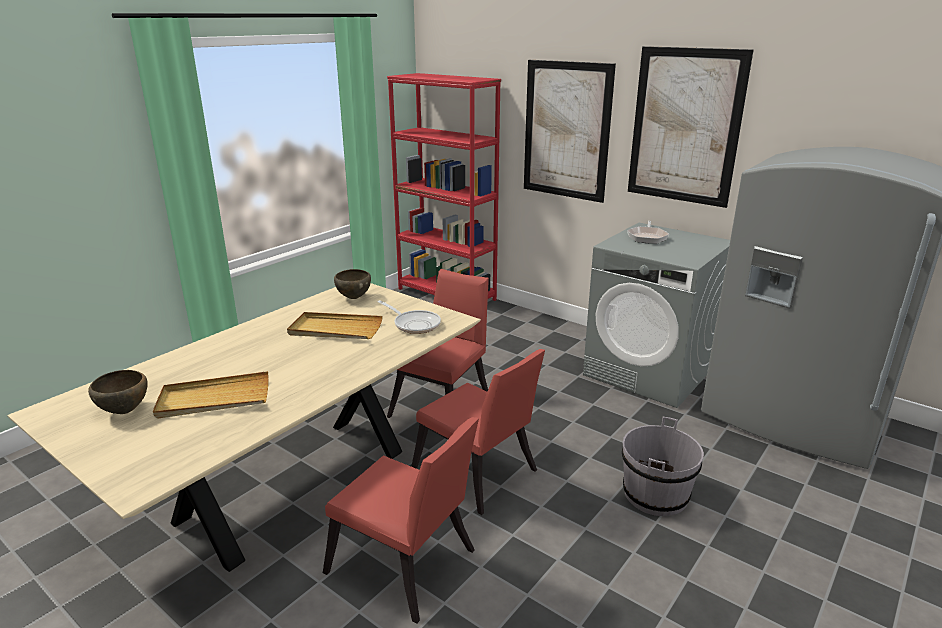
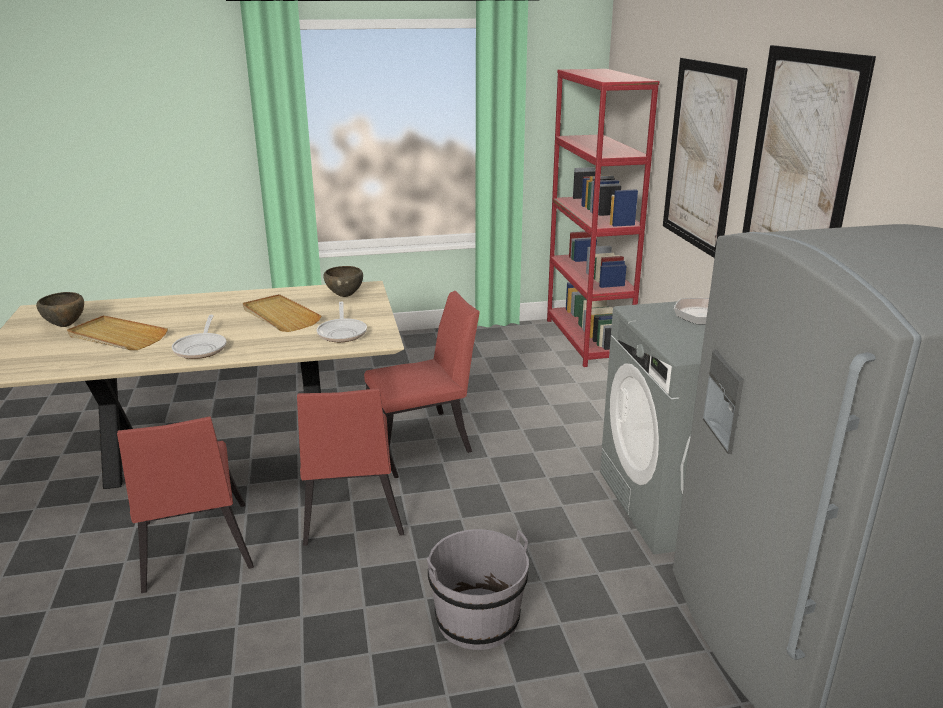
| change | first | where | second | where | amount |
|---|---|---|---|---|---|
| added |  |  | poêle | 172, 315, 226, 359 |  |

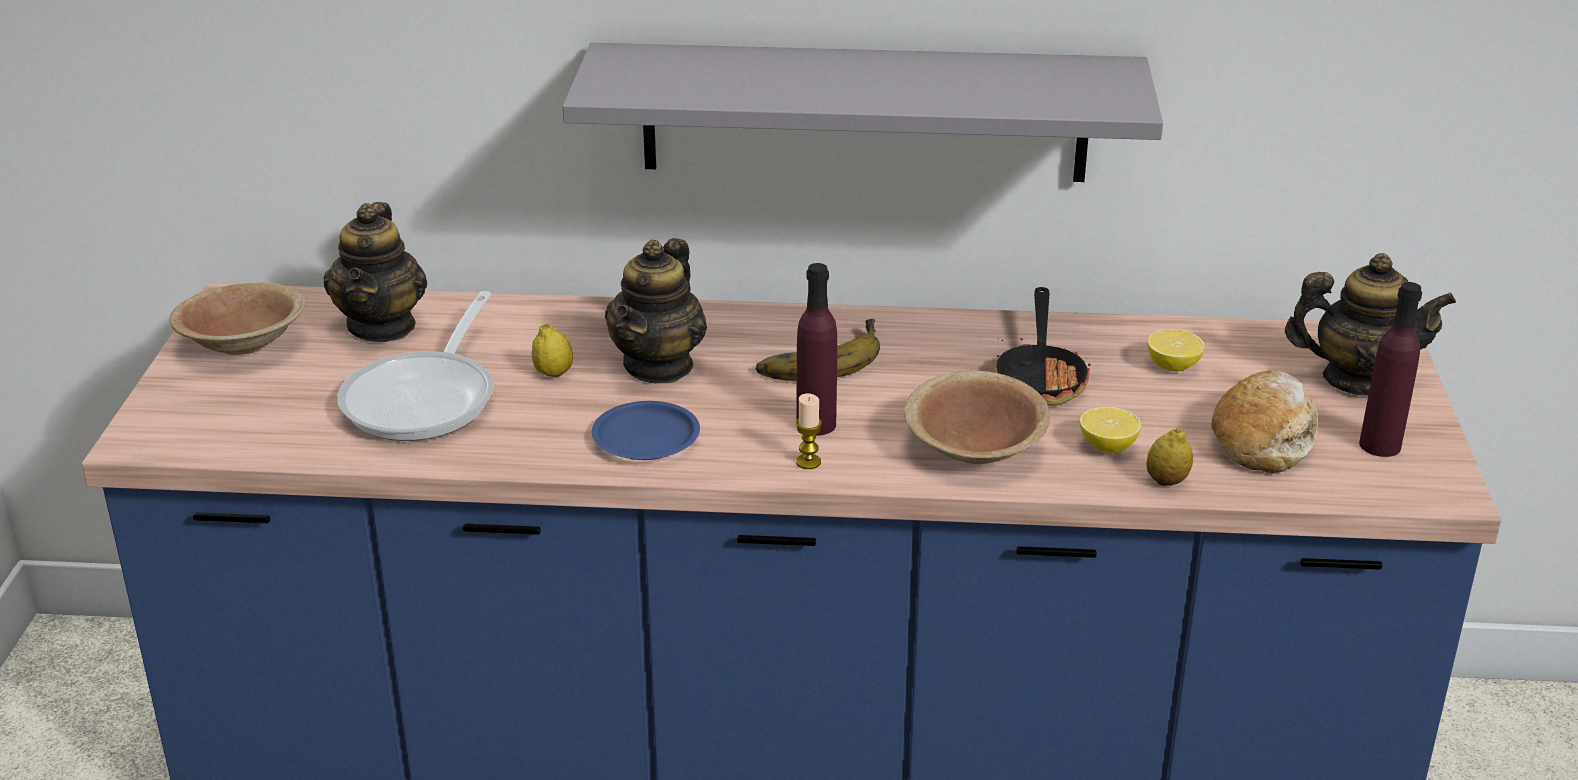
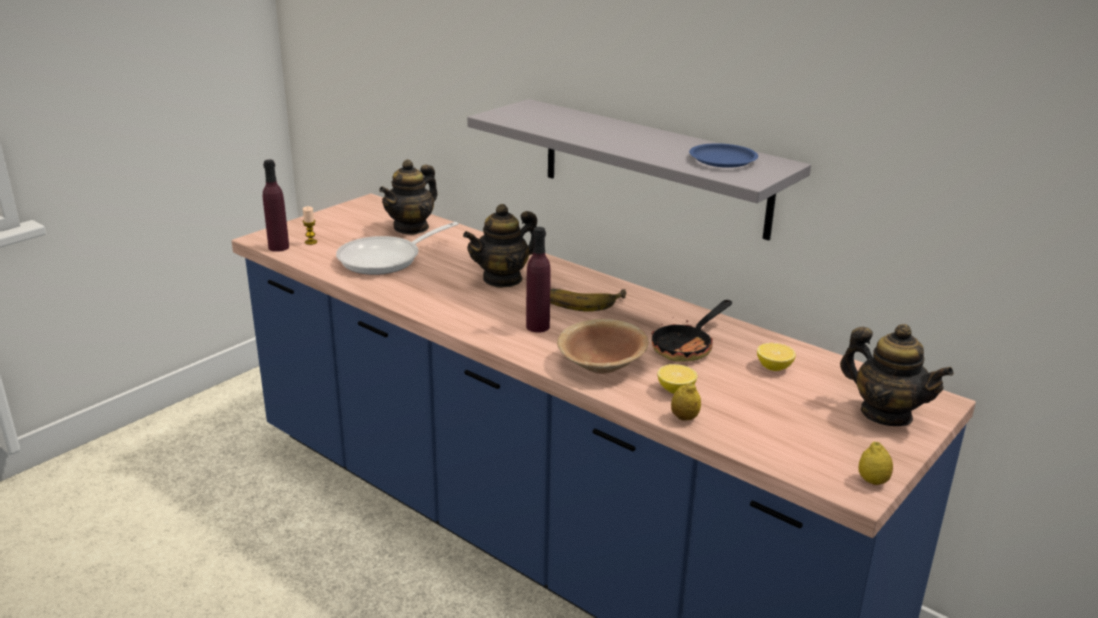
| change | first | where | second | where | amount |
|---|---|---|---|---|---|
| removed | bol [marron] | 169, 282, 306, 355 |  |  |  |
| moved | bouteille [violet] | 1359, 282, 1422, 457 |  | 263, 160, 289, 252 |  |
| moved | citron | 532, 324, 573, 377 |  | 859, 442, 893, 485 |  |
| removed | pain | 1211, 370, 1318, 473 |  |  |  |
| moved | bougie | 796, 393, 822, 469 |  | 303, 206, 317, 245 |  |
| moved | assiette [bleu] | 592, 401, 700, 460 |  | 689, 143, 758, 168 |  |

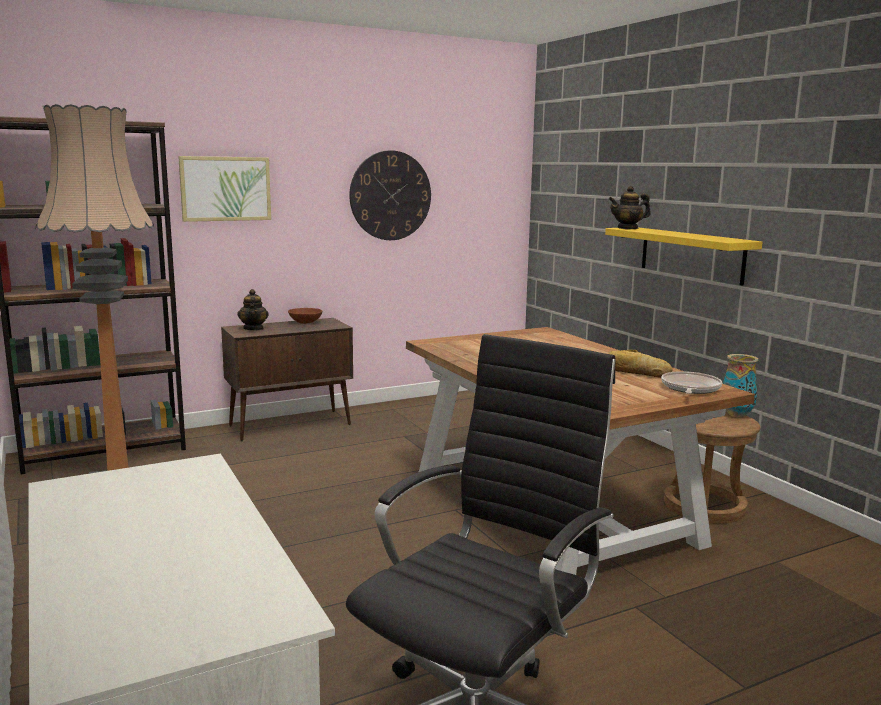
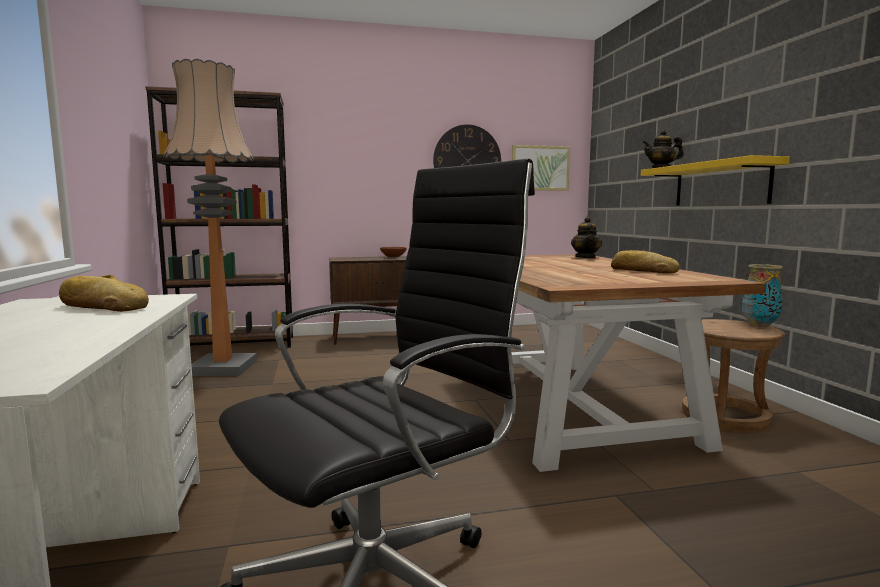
| change | first | where | second | where | amount |
|---|---|---|---|---|---|
| moved | tableau | 178, 156, 271, 222 |  | 512, 145, 570, 191 |  |
| moved | théière | 237, 289, 269, 331 |  | 571, 217, 602, 259 |  |
| removed | poêle | 661, 371, 722, 394 |  |  |  |
| added |  |  | pain | 59, 275, 149, 312 |  |

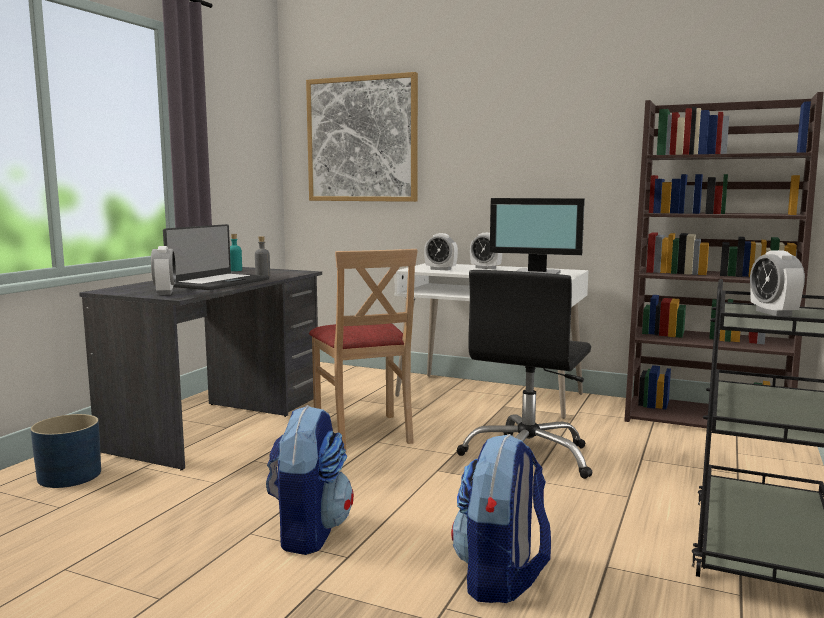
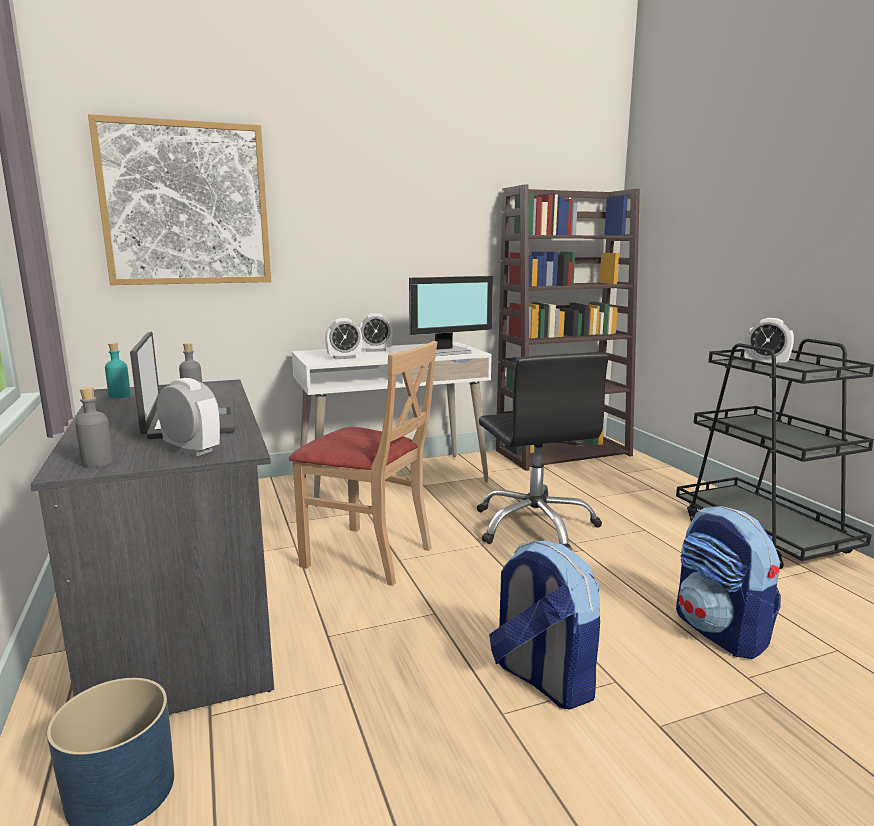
| change | first | where | second | where | amount |
|---|---|---|---|---|---|
| added |  |  | bouteille [gris] | 75, 387, 114, 467 |  |

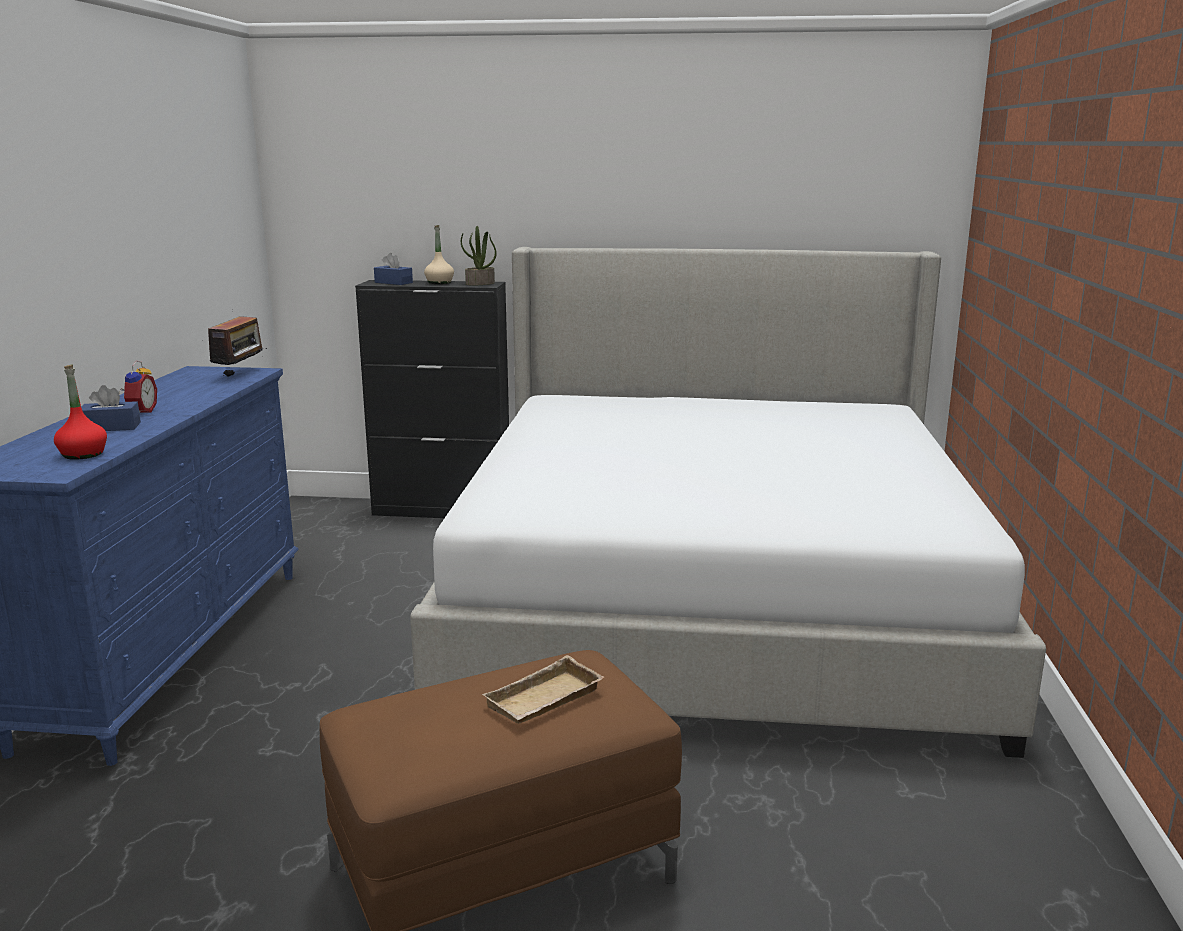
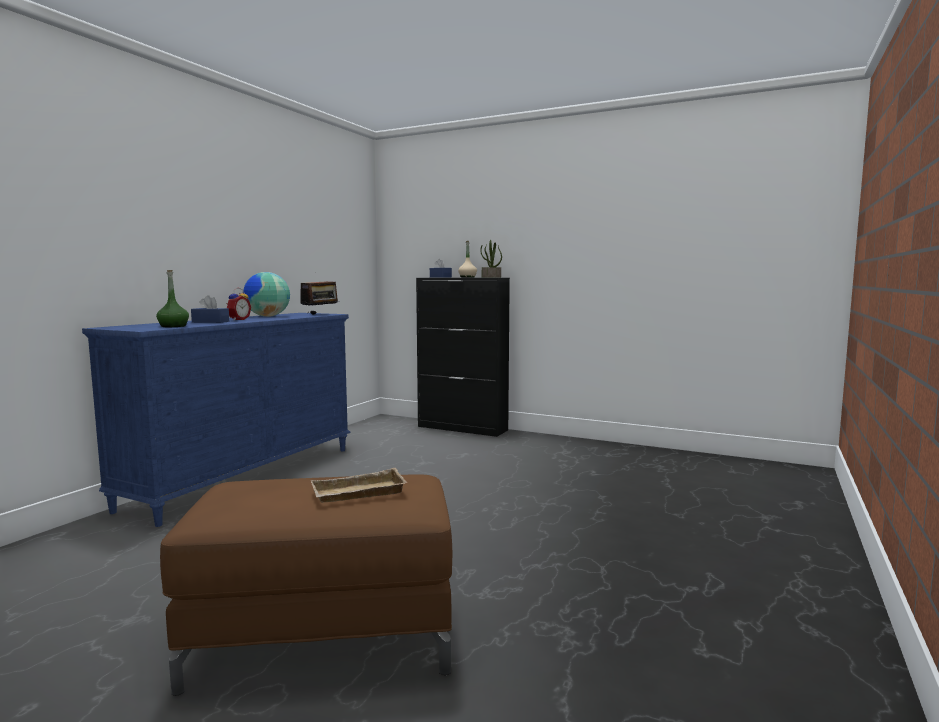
| change | first | where | second | where | amount |
|---|---|---|---|---|---|
| removed | lit | 410, 247, 1046, 758 |  |  |  |
| recoloured | bouteille [rouge] | 54, 364, 107, 460 | bouteille [vert] | 156, 270, 189, 327 |  |
| added |  |  | globe | 243, 272, 290, 317 |  |

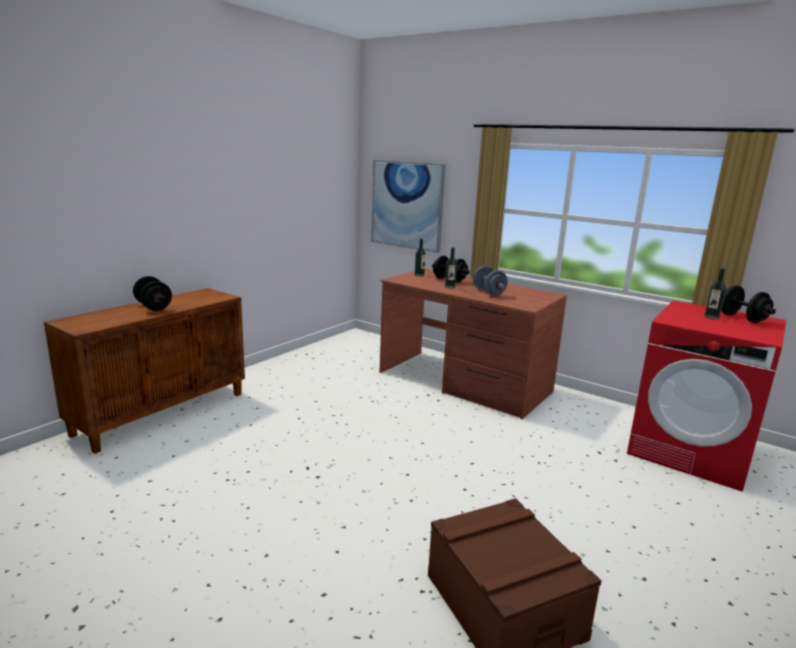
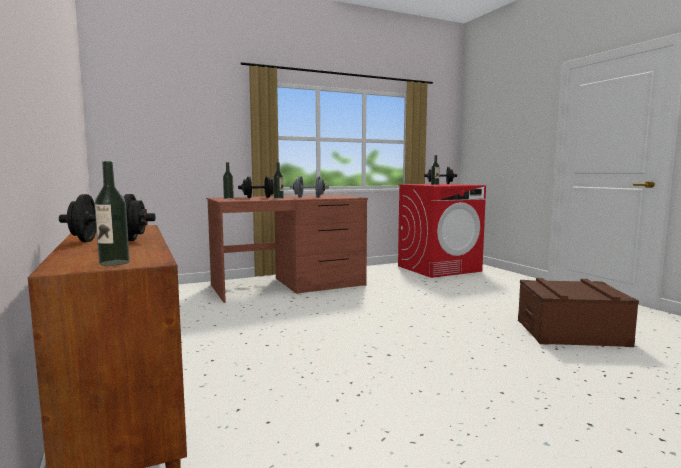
| change | first | where | second | where | amount |
|---|---|---|---|---|---|
| removed | tableau | 371, 160, 446, 253 |  |  |  |
| added |  |  | bouteille | 94, 161, 130, 266 |  |

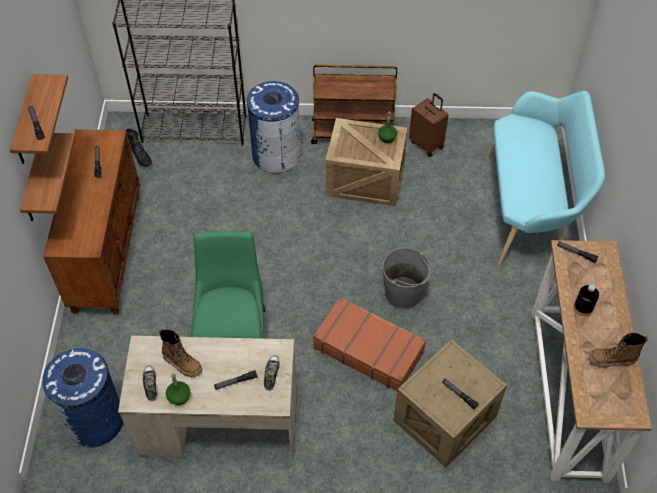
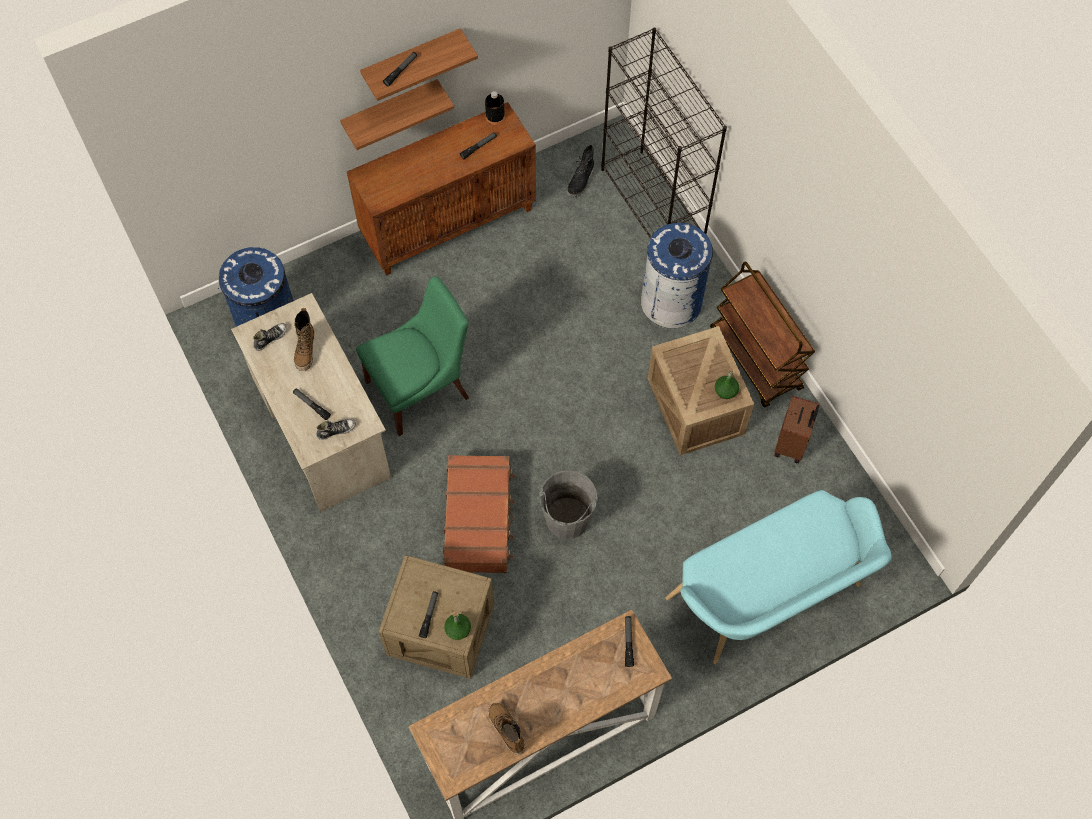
| change | first | where | second | where | amount |
|---|---|---|---|---|---|
| moved | bouteille [noir] | 573, 284, 599, 316 |  | 485, 91, 505, 125 |  |
| moved | bouteille [vert] | 166, 373, 190, 405 |  | 444, 612, 471, 640 |  |

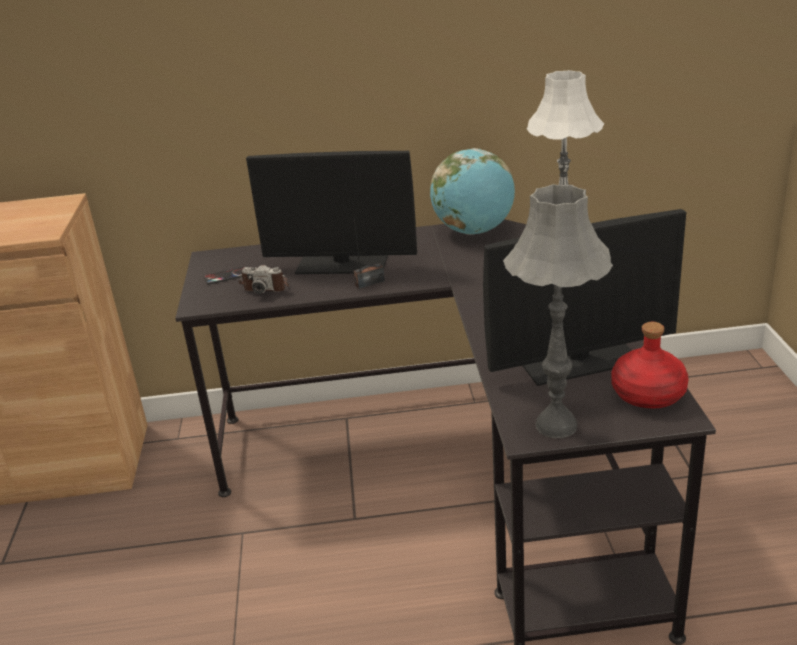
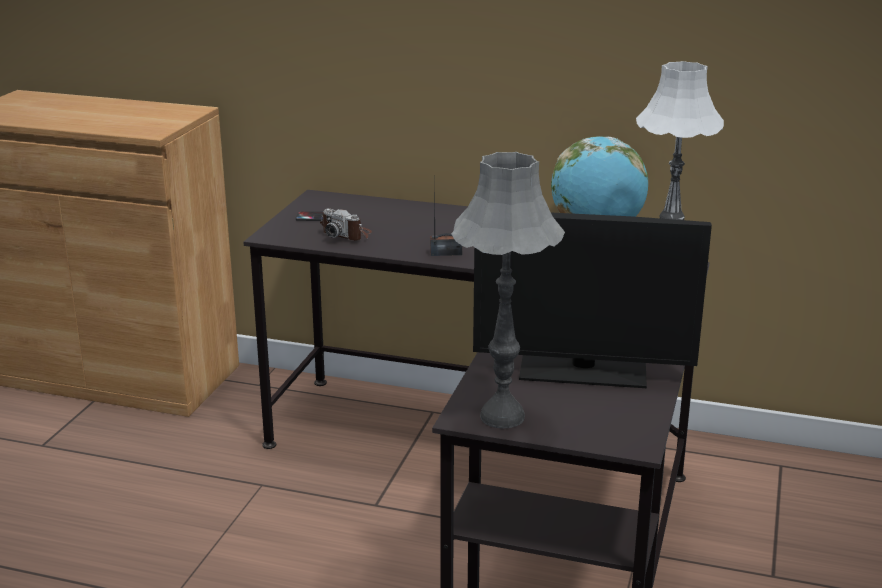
| change | first | where | second | where | amount |
|---|---|---|---|---|---|
| removed | écran d'ordinateur | 246, 151, 417, 274 |  |  |  |
| removed | bouteille [rouge] | 611, 322, 689, 409 |  |  |  |

